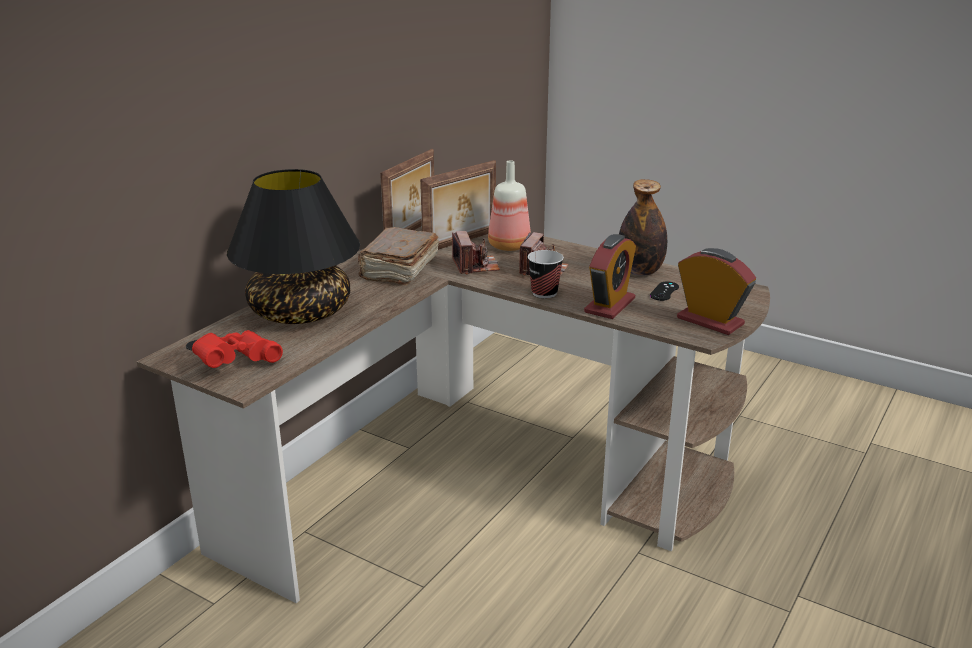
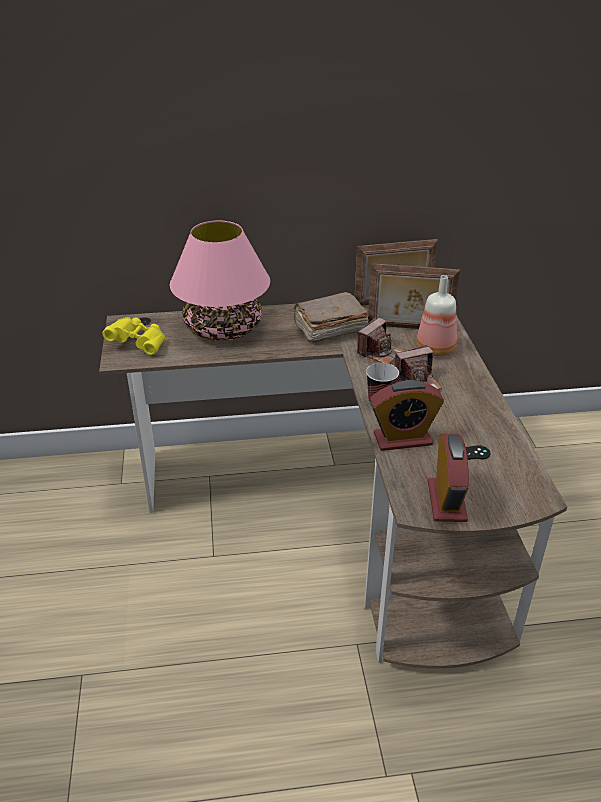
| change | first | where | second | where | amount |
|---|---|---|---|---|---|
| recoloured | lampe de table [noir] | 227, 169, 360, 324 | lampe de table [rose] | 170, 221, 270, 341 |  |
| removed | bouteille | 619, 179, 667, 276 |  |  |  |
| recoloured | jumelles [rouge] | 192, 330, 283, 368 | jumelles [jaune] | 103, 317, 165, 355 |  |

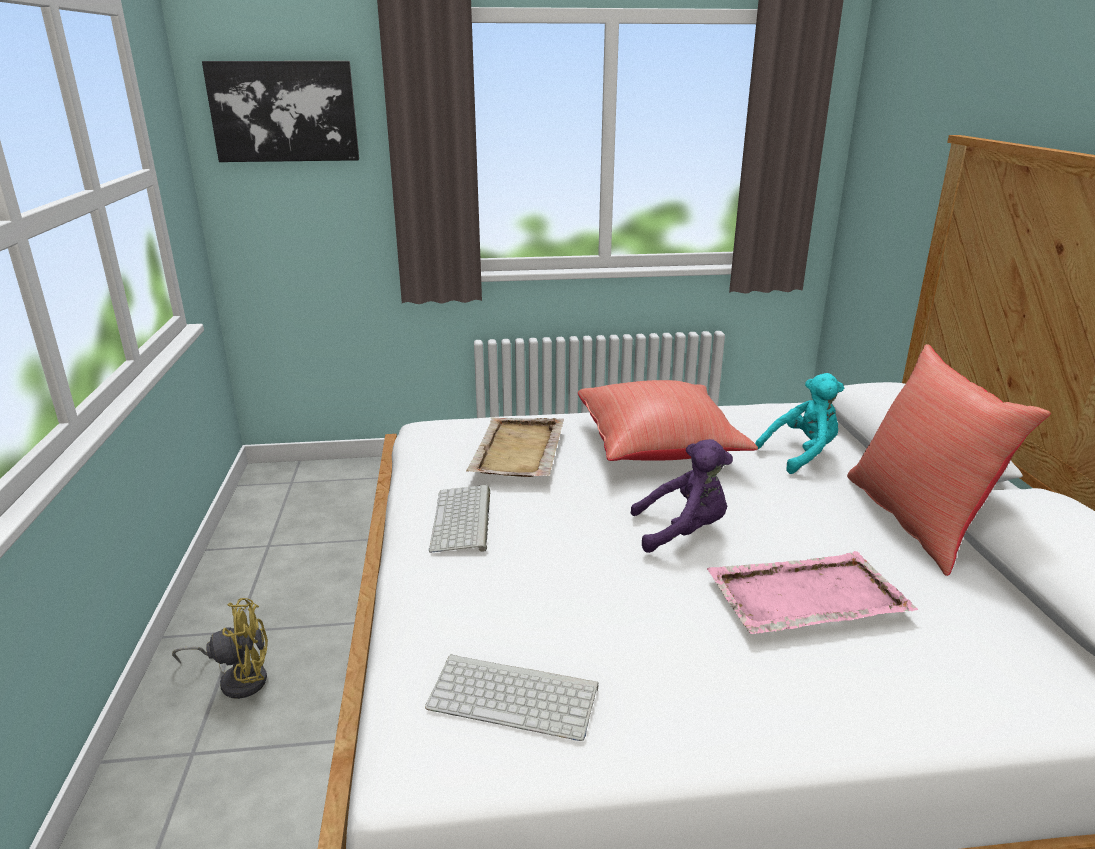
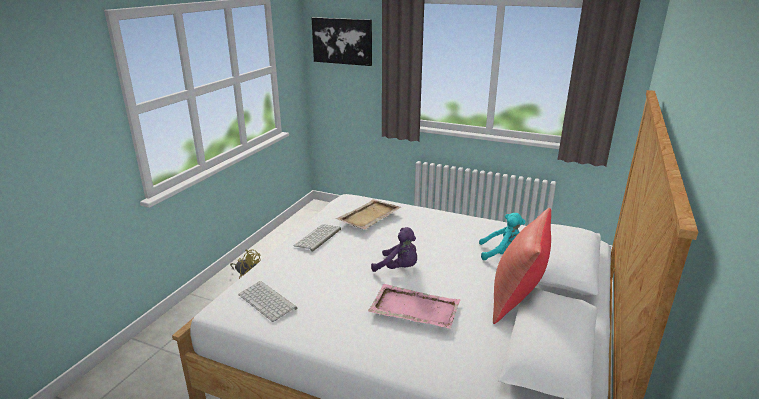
| change | first | where | second | where | amount |
|---|---|---|---|---|---|
| removed | coussin [rouge] | 578, 380, 758, 461 |  |  |  |

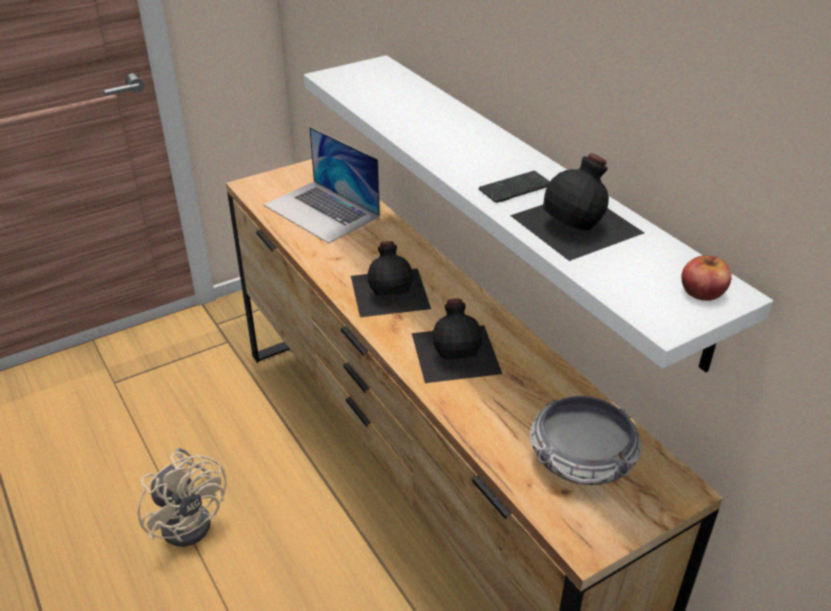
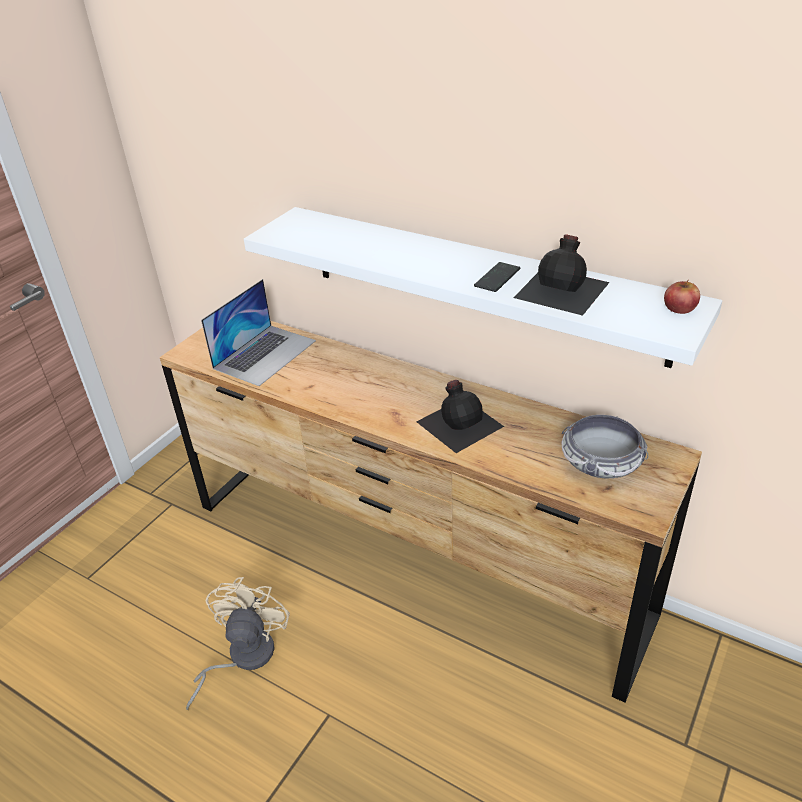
| change | first | where | second | where | amount |
|---|---|---|---|---|---|
| turned | ordinateur portable | 264, 127, 380, 244 |  | 201, 279, 316, 386 | 75 degrees counterclockwise |
| removed | bouteille [noir] | 351, 241, 431, 317 |  |  |  |
| turned | ventilateur [beige] | 137, 448, 227, 547 |  | 186, 577, 290, 710 | 105 degrees counterclockwise |

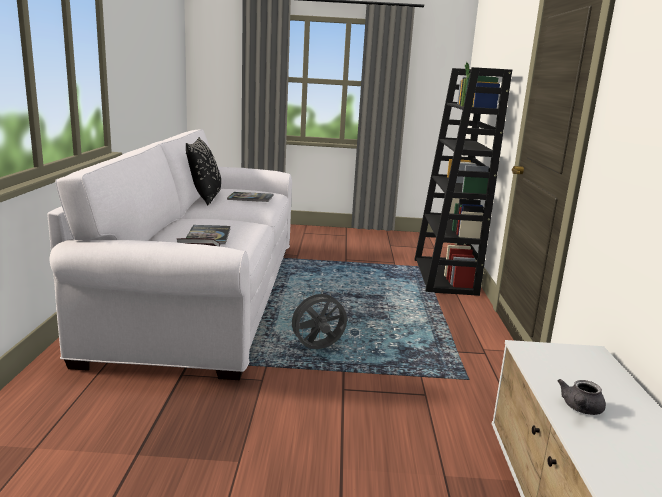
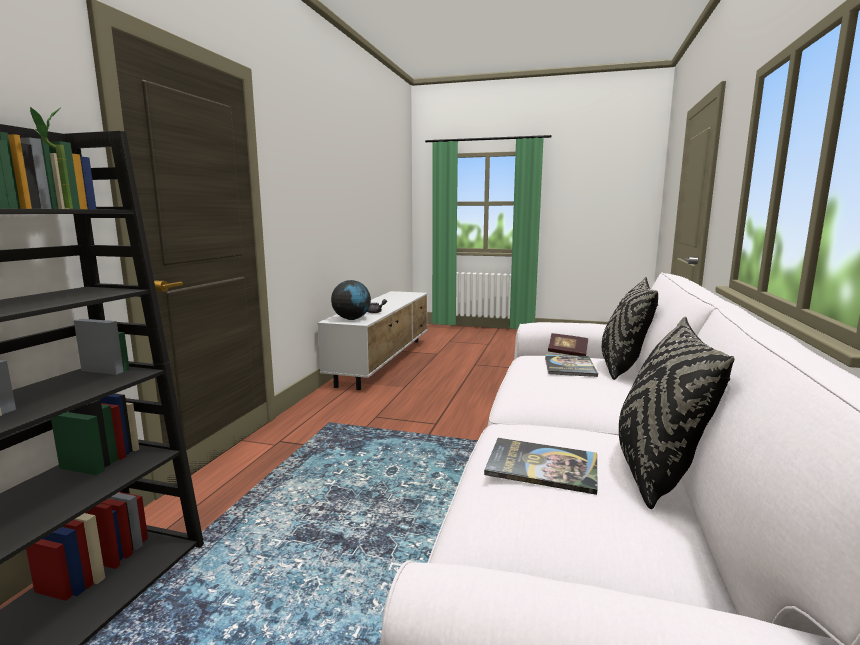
| change | first | where | second | where | amount |
|---|---|---|---|---|---|
| removed | ventilateur [gris] | 288, 289, 347, 349 |  |  |  |
| added |  |  | coussin [noir] | 602, 277, 658, 380 |  |
| added |  |  | globe | 331, 280, 371, 320 |  |

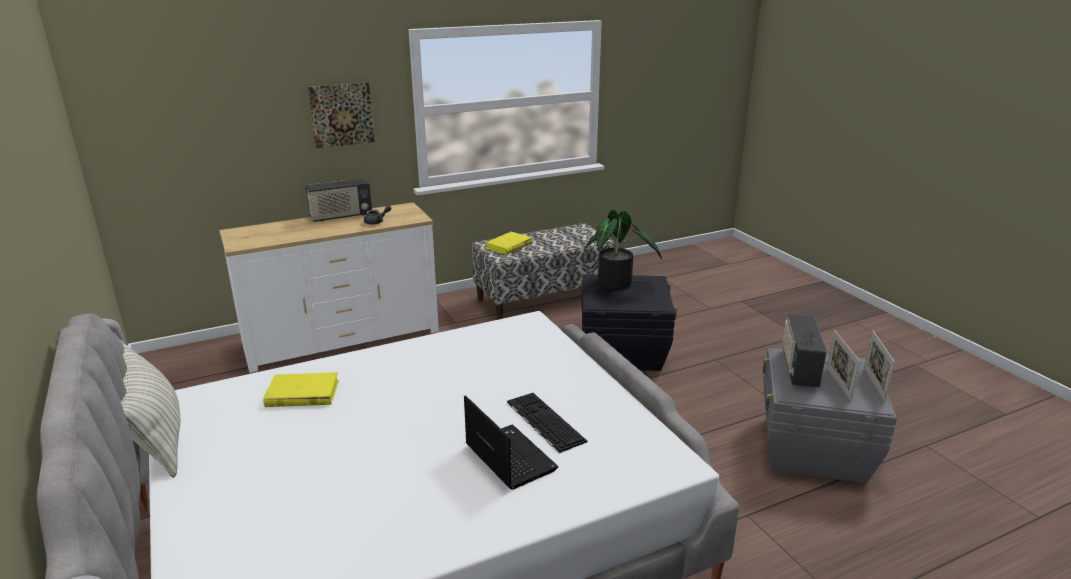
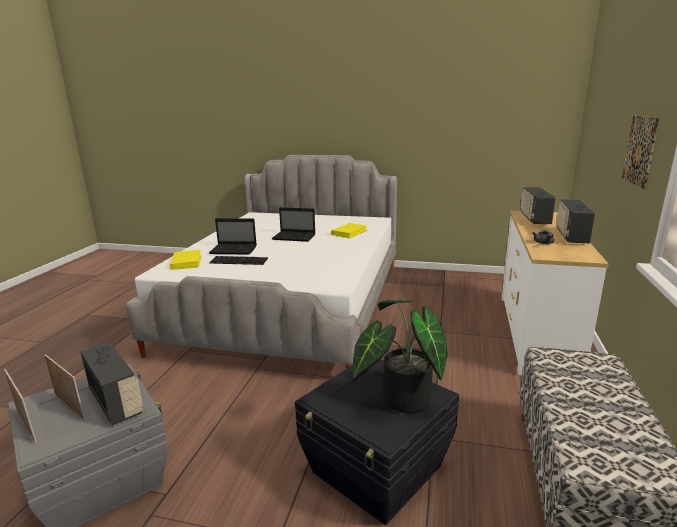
| change | first | where | second | where | amount |
|---|---|---|---|---|---|
| moved | livre [jaune] | 485, 232, 532, 255 |  | 169, 250, 202, 270 |  |
| removed | coussin | 121, 340, 180, 478 |  |  |  |
| added |  |  | radio | 521, 187, 556, 224 |  |
| added |  |  | ordinateur portable | 272, 207, 316, 242 |  |

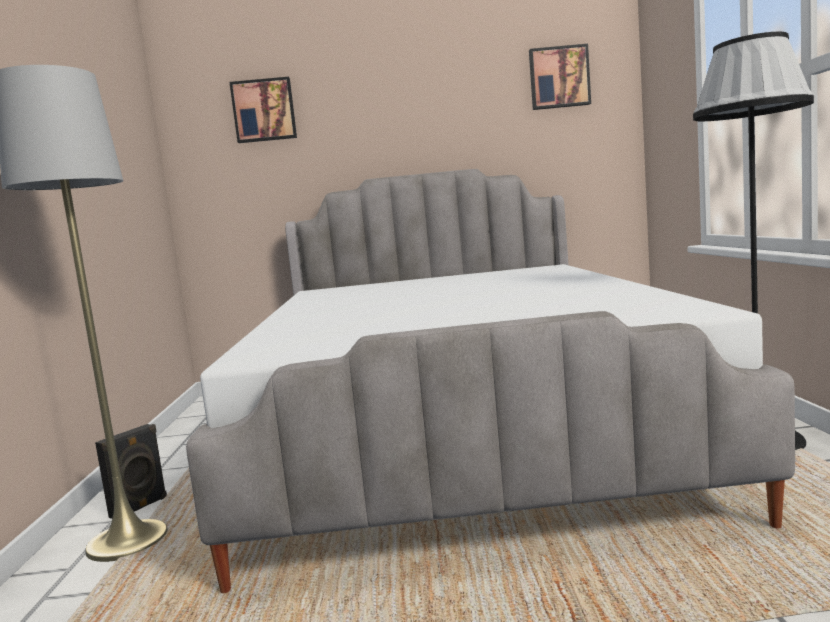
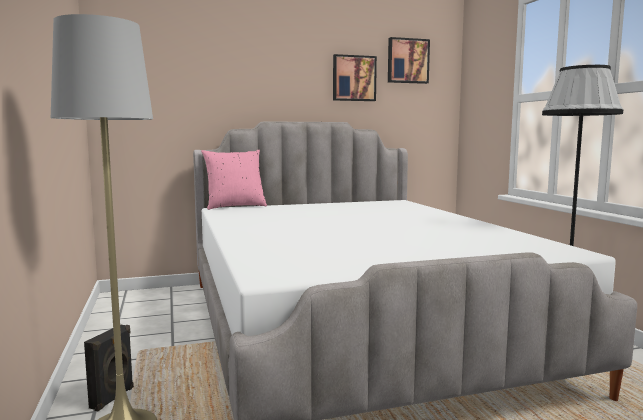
| change | first | where | second | where | amount |
|---|---|---|---|---|---|
| moved | tableau | 229, 77, 297, 143 |  | 333, 54, 377, 101 |  |
| added |  |  | coussin [rose] | 201, 150, 267, 210 |  |

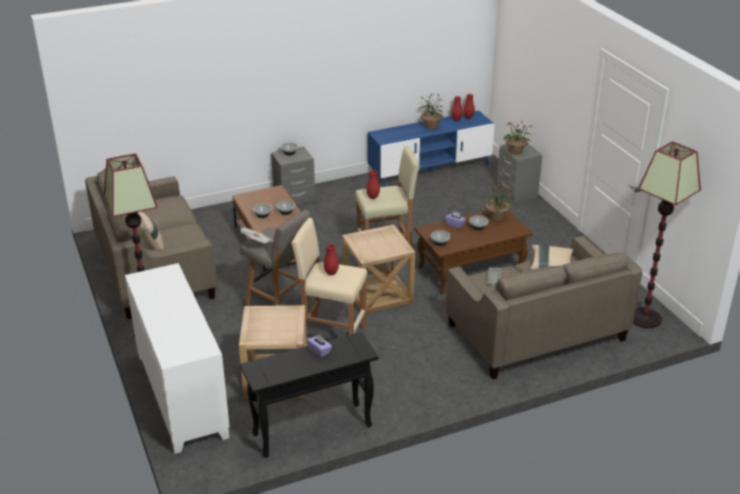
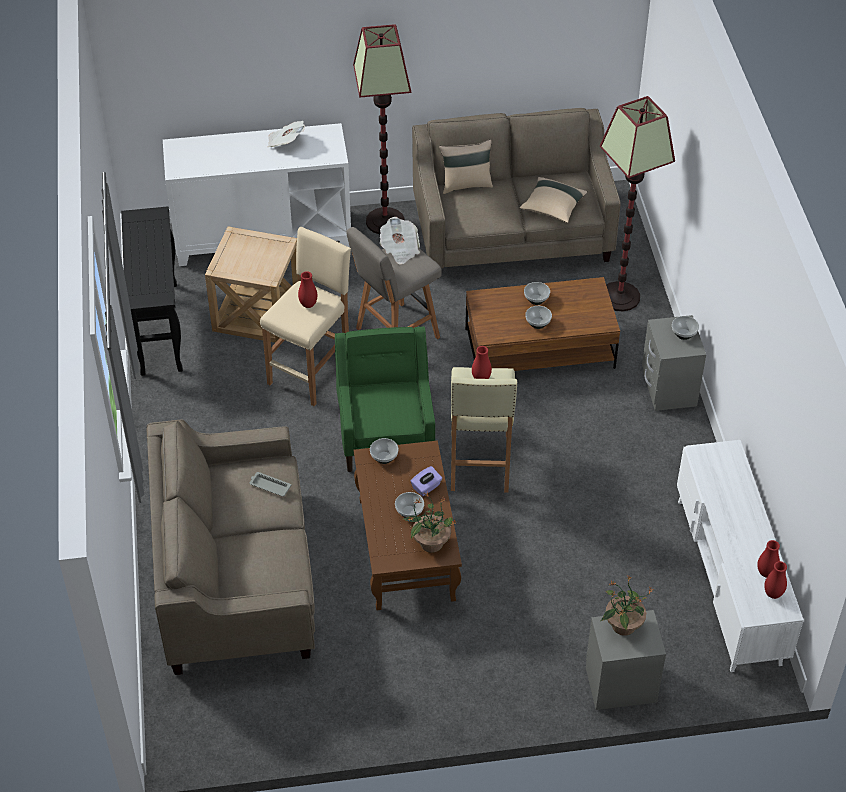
| change | first | where | second | where | amount |
|---|---|---|---|---|---|
| removed | plante en pot | 419, 93, 443, 129 |  |  |  |
| recoloured | meuble télé [bleu] | 368, 111, 495, 187 | meuble télé [blanc] | 677, 440, 804, 672 |  |
| moved | lampadaire | 633, 141, 701, 328 |  | 600, 96, 675, 311 |  |
| replaced | table d'appoint [beige] | 342, 224, 415, 314 | fauteuil [vert] | 335, 326, 435, 472 |  |
| moved | coussin [beige] | 530, 245, 573, 270 |  | 520, 177, 587, 223 |  |
| removed | boîte à mouchoirs [violet] | 306, 334, 332, 358 |  |  |  |
| added |  |  | journal | 268, 121, 305, 147 |  |

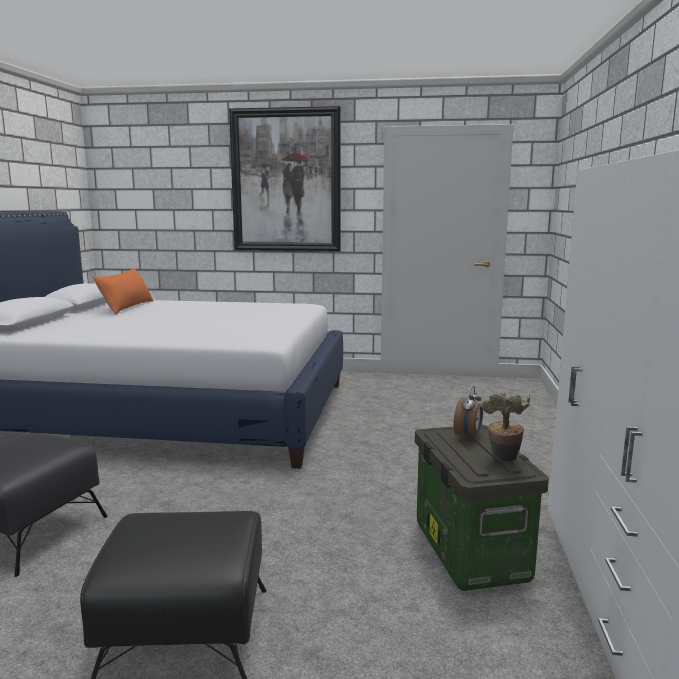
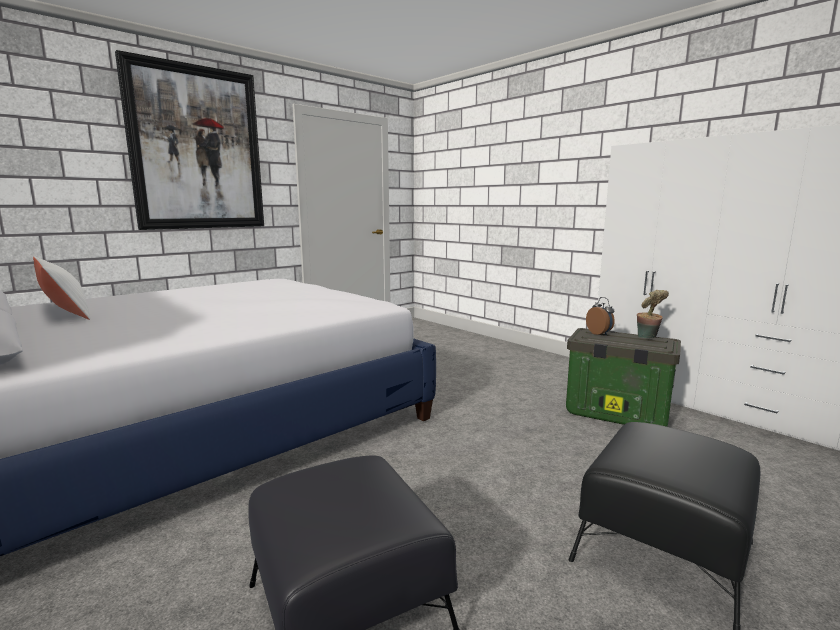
| change | first | where | second | where | amount |
|---|---|---|---|---|---|
| recoloured | coussin [orange] | 93, 268, 153, 315 | coussin [blanc] | 33, 256, 90, 320 |  |

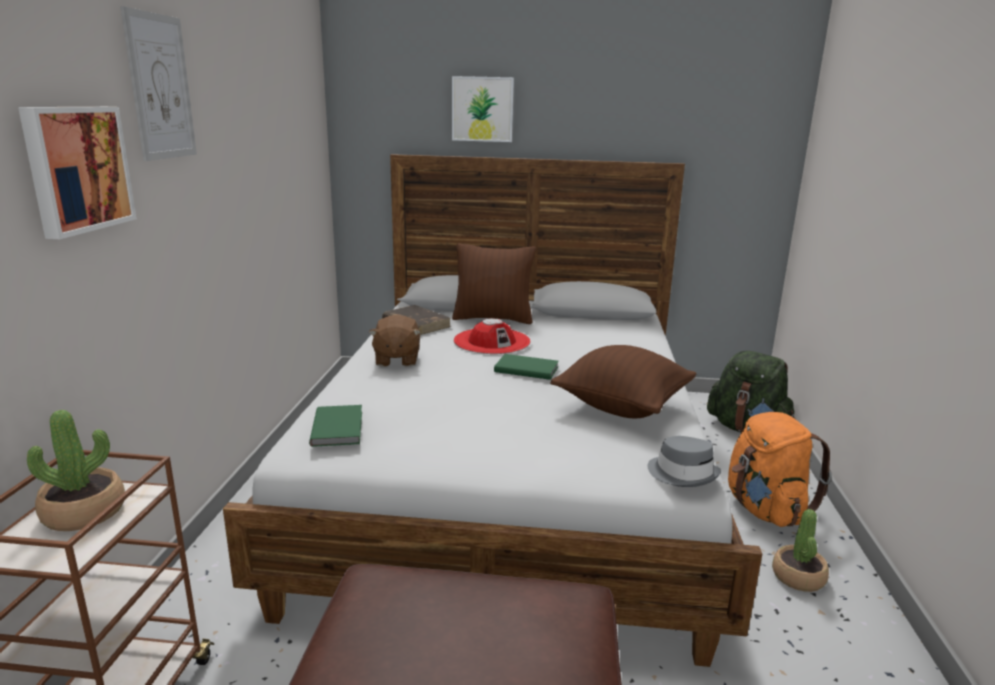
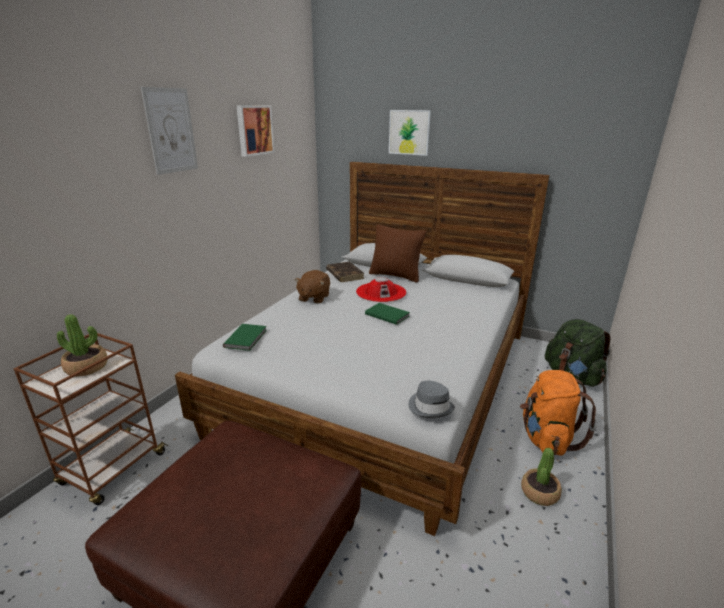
| change | first | where | second | where | amount |
|---|---|---|---|---|---|
| moved | tableau | 18, 107, 137, 239 |  | 236, 105, 275, 157 |  |
| removed | coussin [marron] | 550, 345, 697, 418 |  |  |  |

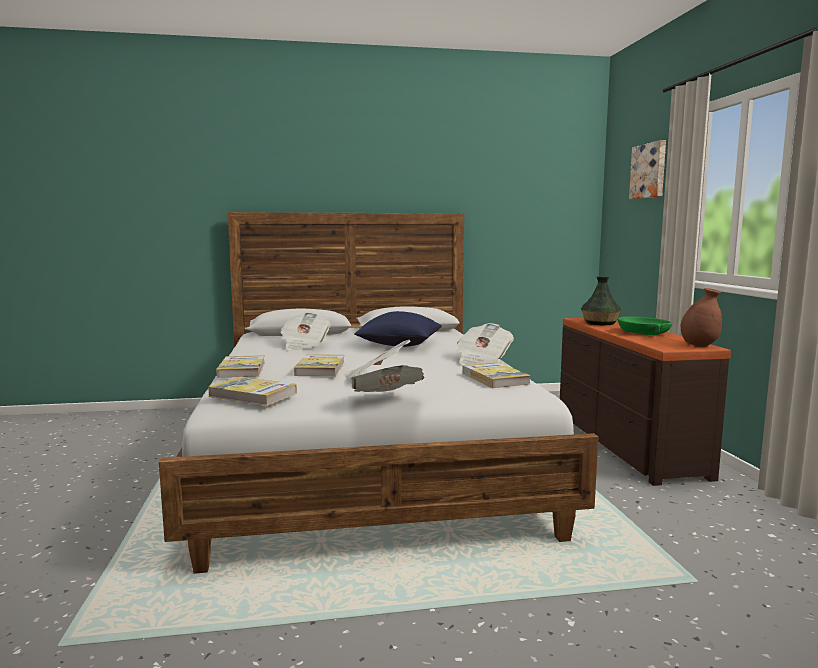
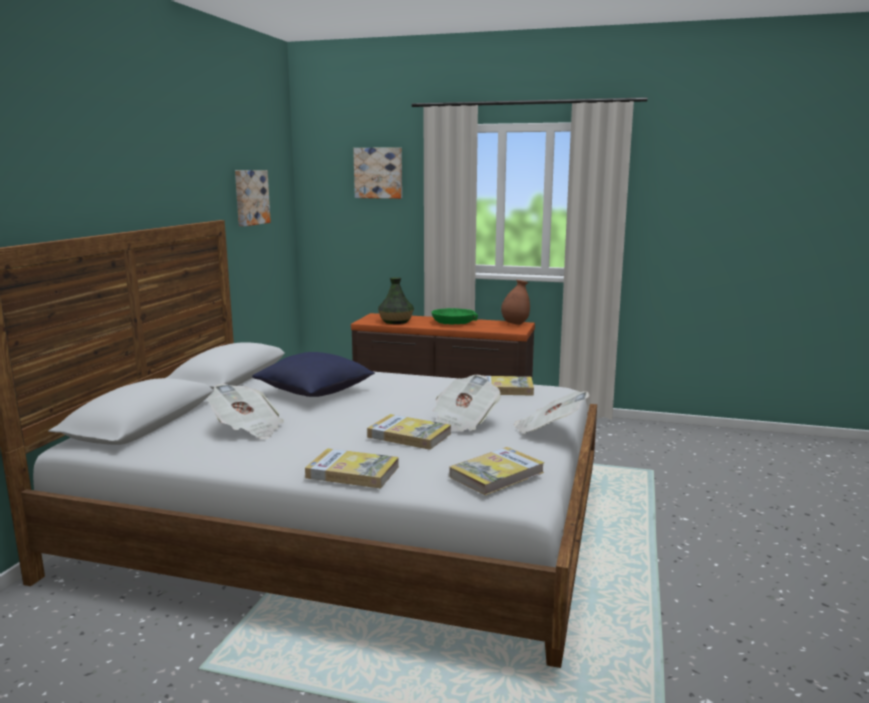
| change | first | where | second | where | amount |
|---|---|---|---|---|---|
| removed | journal | 456, 323, 514, 366 |  |  |  |
| added |  |  | tableau | 235, 170, 271, 227 |  |

